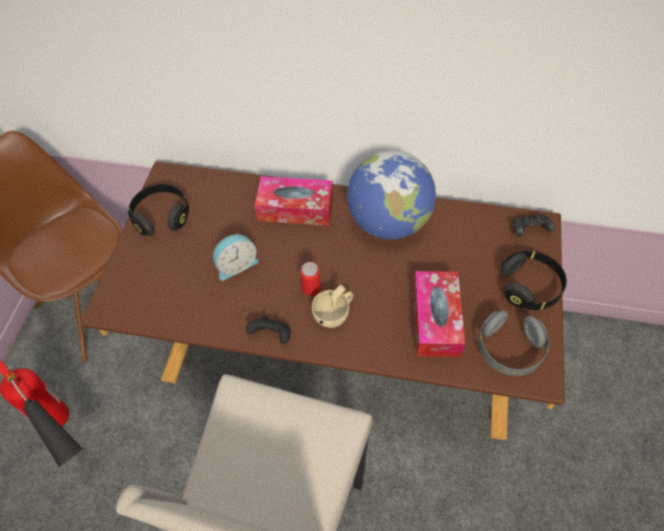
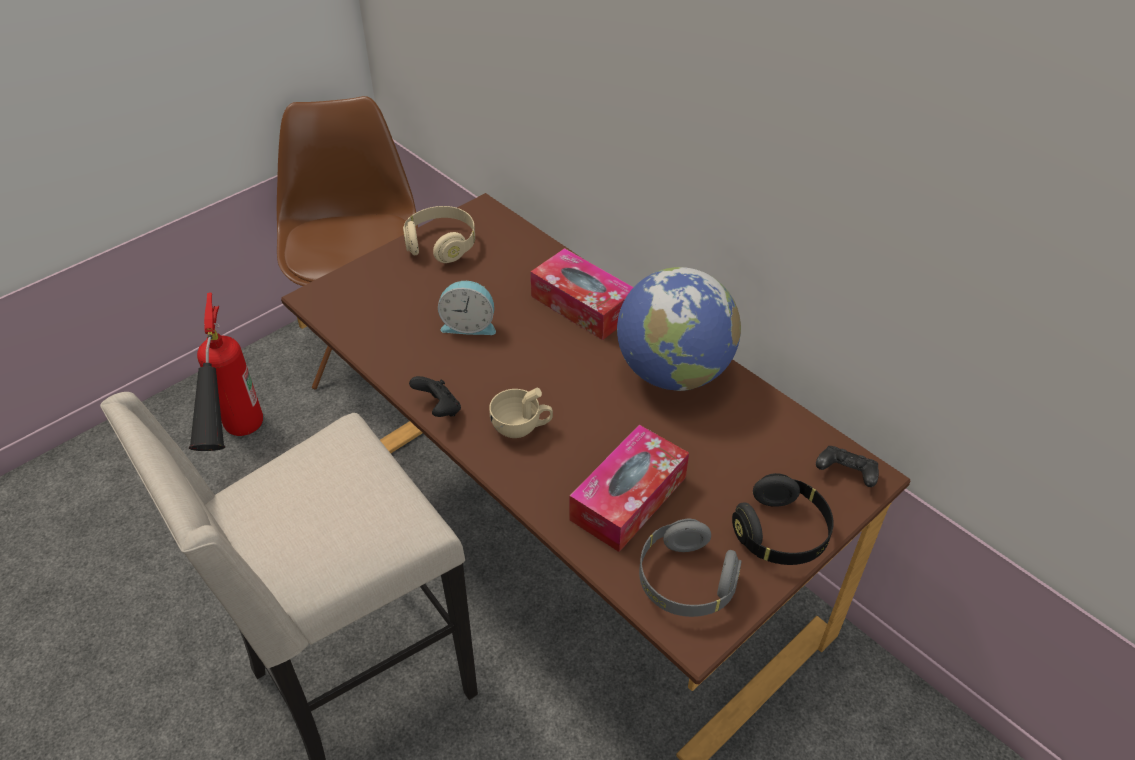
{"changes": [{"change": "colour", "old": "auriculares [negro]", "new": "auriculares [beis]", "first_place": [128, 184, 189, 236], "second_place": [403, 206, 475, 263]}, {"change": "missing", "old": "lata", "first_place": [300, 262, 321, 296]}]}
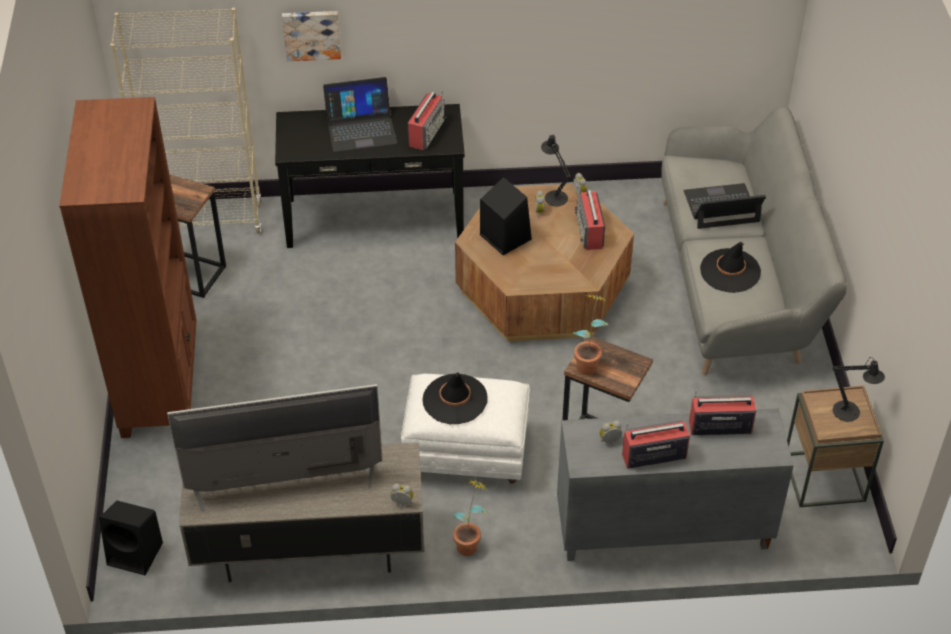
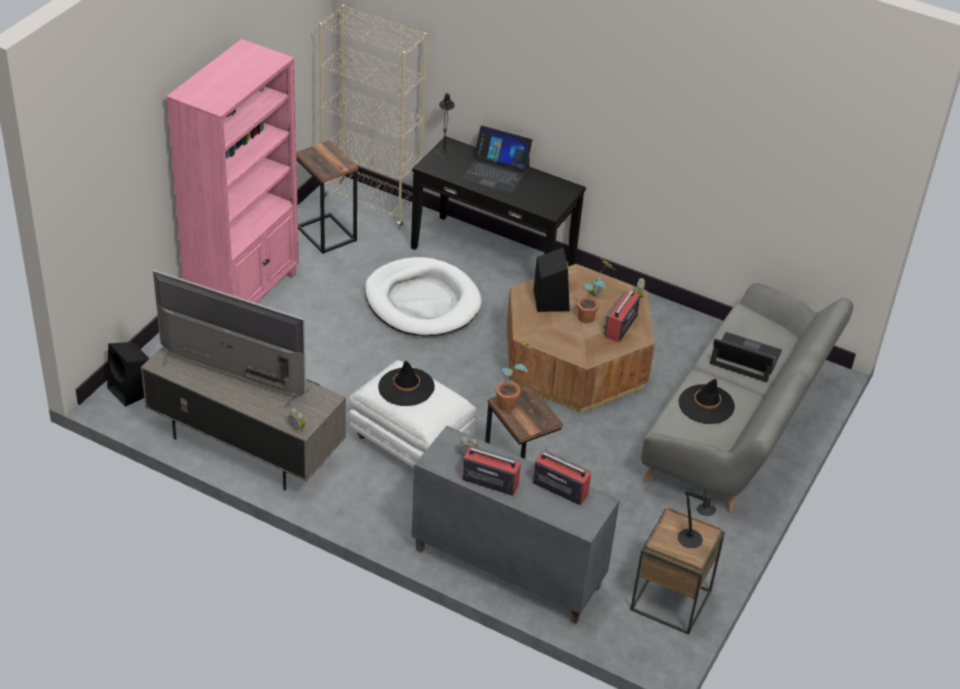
{"changes": [{"change": "colour", "old": "estantería [marrón]", "new": "estantería [rosa]", "first_place": [59, 97, 197, 438], "second_place": [166, 39, 299, 303]}, {"change": "missing", "old": "cuadro", "first_place": [282, 11, 341, 61]}, {"change": "missing", "old": "radio", "first_place": [407, 91, 446, 150]}, {"change": "relocated", "old": "planta en maceta", "first_place": [453, 480, 488, 556], "second_place": [577, 259, 614, 323]}, {"change": "relocated", "old": "lámpara de mesa [negro]", "first_place": [541, 135, 571, 206], "second_place": [434, 92, 455, 158]}, {"change": "appeared", "new": "cama para perro [blanco]", "second_place": [365, 257, 482, 337]}]}
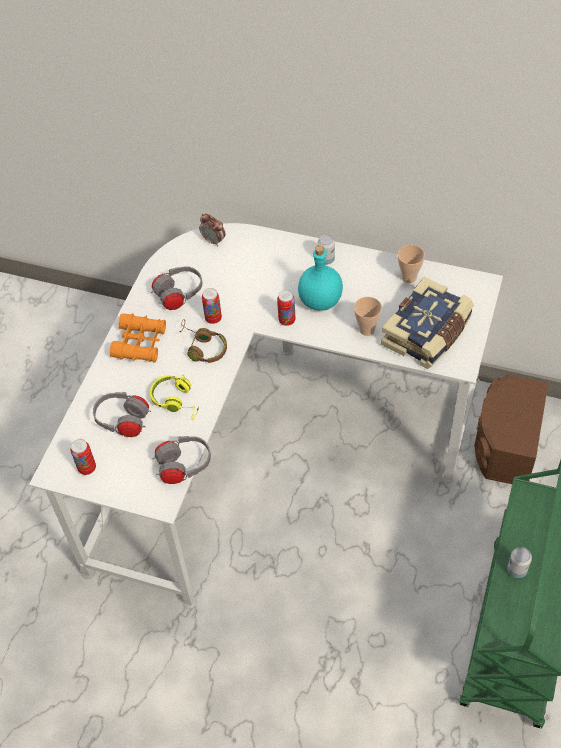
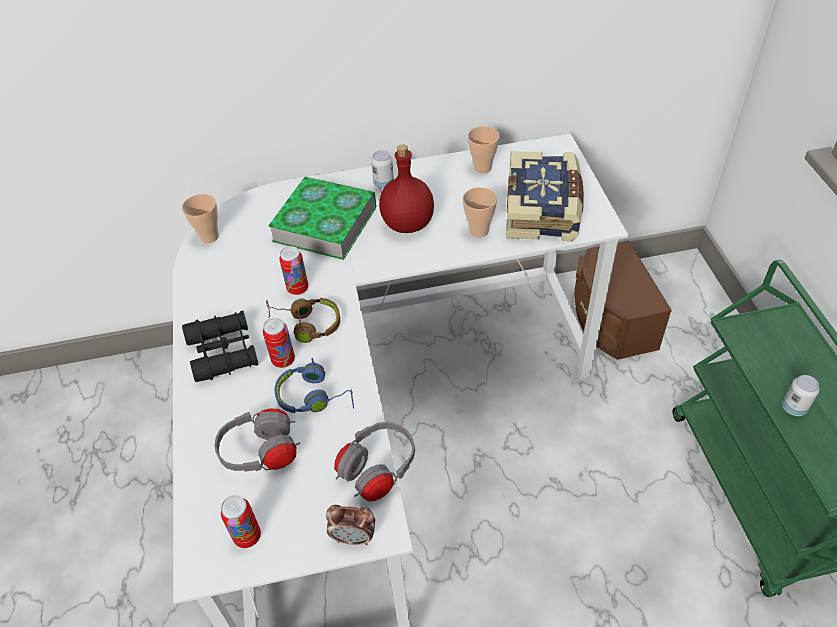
{"changes": [{"change": "colour", "old": "prismáticos [naranja]", "new": "prismáticos [negro]", "first_place": [110, 314, 166, 363], "second_place": [182, 311, 258, 382]}, {"change": "colour", "old": "auriculares [amarillo]", "new": "auriculares [azul]", "first_place": [150, 375, 199, 420], "second_place": [275, 358, 354, 413]}, {"change": "missing", "old": "auriculares [gris]", "first_place": [151, 266, 202, 310]}, {"change": "relocated", "old": "despertador", "first_place": [199, 214, 226, 247], "second_place": [326, 505, 375, 545]}, {"change": "relocated", "old": "lata", "first_place": [277, 290, 295, 326], "second_place": [263, 317, 295, 368]}, {"change": "colour", "old": "botella [turquesa]", "new": "botella [rojo]", "first_place": [298, 246, 343, 311], "second_place": [379, 145, 434, 233]}, {"change": "appeared", "new": "taza", "second_place": [182, 194, 219, 243]}, {"change": "appeared", "new": "libro", "second_place": [268, 177, 376, 260]}]}
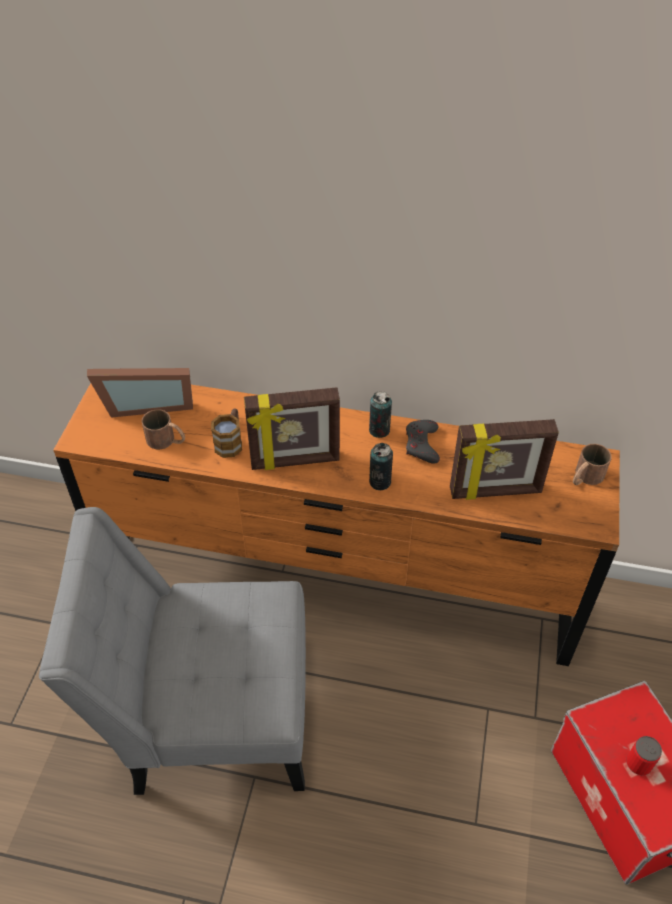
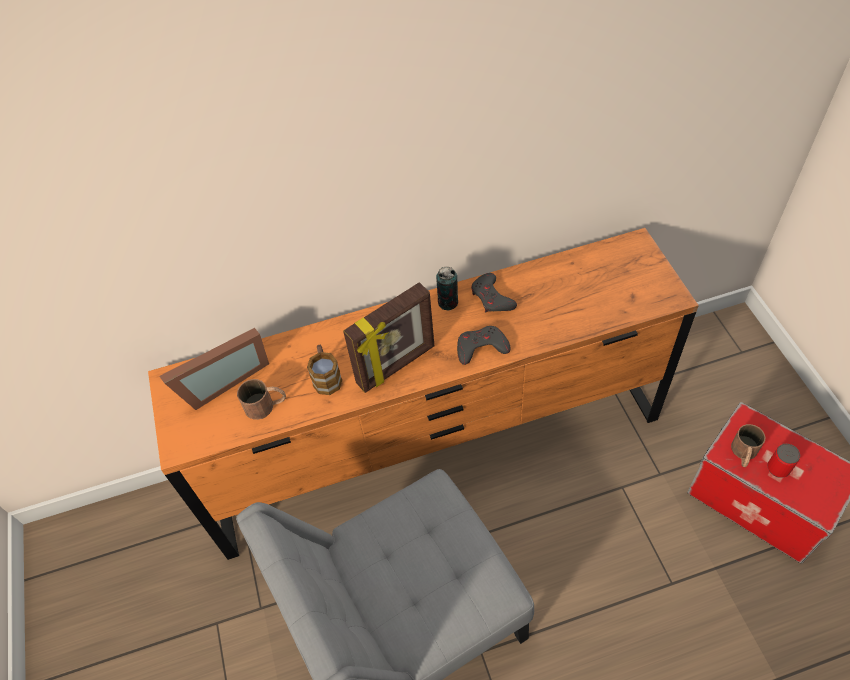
{"changes": [{"change": "exchanged", "old": "lata", "new": "mando de consola [gris]", "first_place": [369, 443, 393, 490], "second_place": [457, 326, 511, 365]}, {"change": "missing", "old": "portarretratos", "first_place": [450, 419, 559, 500]}, {"change": "relocated", "old": "taza grande [marrón]", "first_place": [573, 444, 612, 485], "second_place": [731, 424, 766, 467]}]}
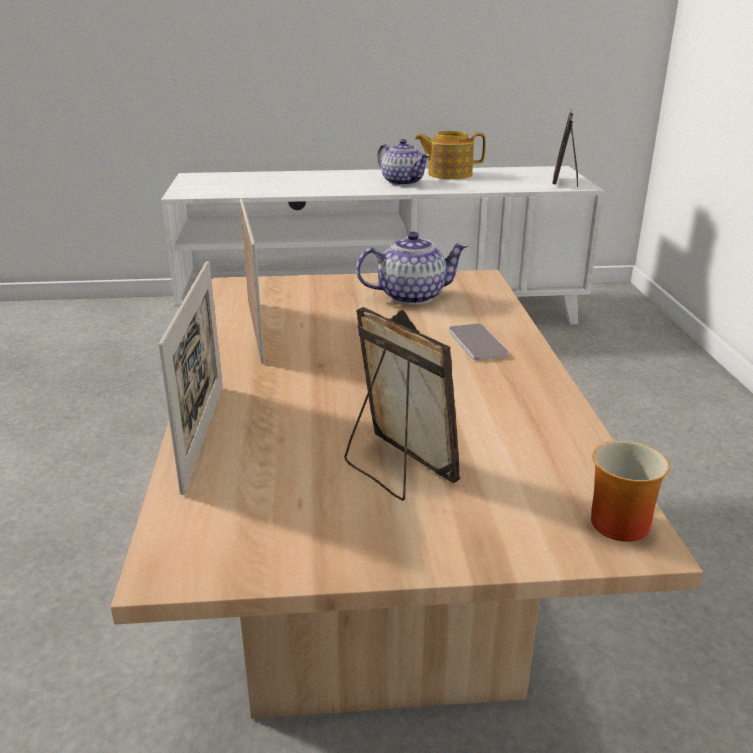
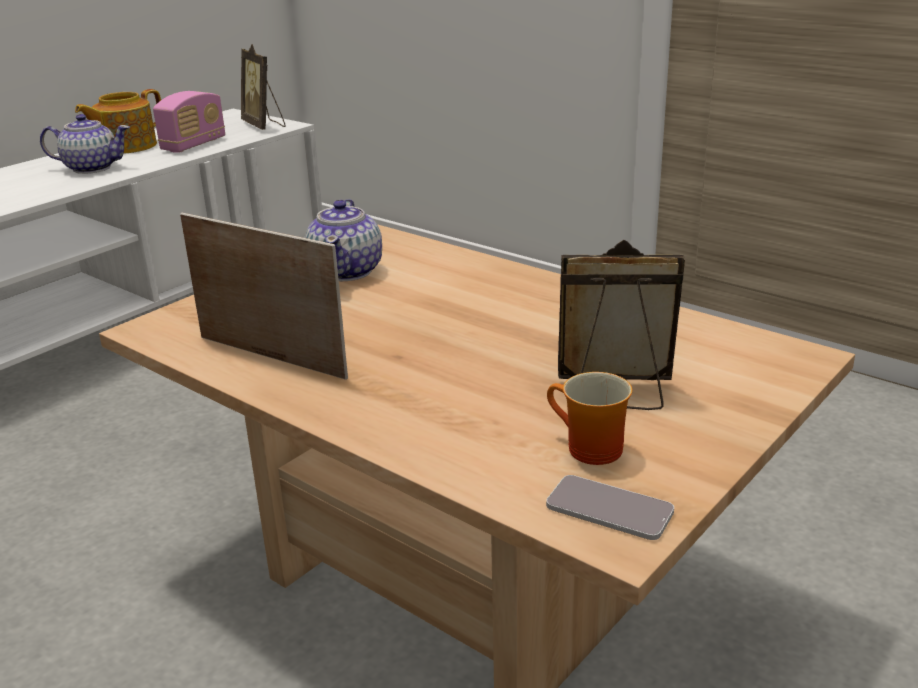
{"changes": [{"change": "missing", "old": "portarretratos", "first_place": [158, 261, 223, 495]}, {"change": "spun", "old": "tetera", "first_place": [356, 232, 468, 305], "second_place": [305, 199, 382, 281], "degrees": 150}, {"change": "relocated", "old": "móvil", "first_place": [449, 323, 509, 360], "second_place": [546, 475, 674, 540]}, {"change": "relocated", "old": "taza grande", "first_place": [591, 441, 670, 542], "second_place": [547, 372, 632, 465]}, {"change": "appeared", "new": "radio", "second_place": [153, 91, 225, 153]}]}
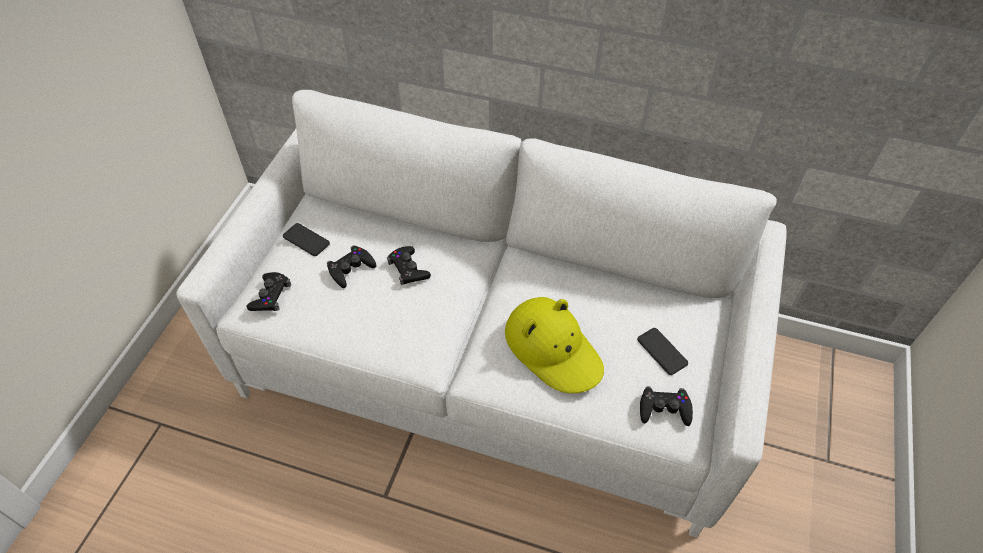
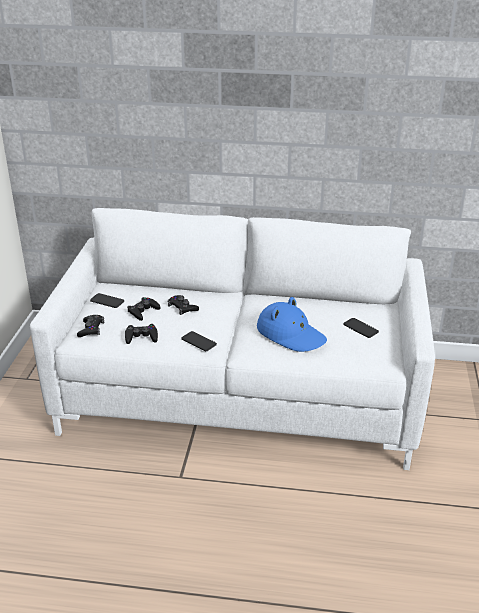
{"changes": [{"change": "colour", "old": "sombrero [amarillo]", "new": "sombrero [azul]", "first_place": [505, 297, 604, 393], "second_place": [257, 297, 327, 352]}, {"change": "relocated", "old": "mando de consola [negro]", "first_place": [640, 386, 693, 426], "second_place": [125, 324, 158, 344]}, {"change": "appeared", "new": "móvil", "second_place": [181, 331, 217, 351]}]}
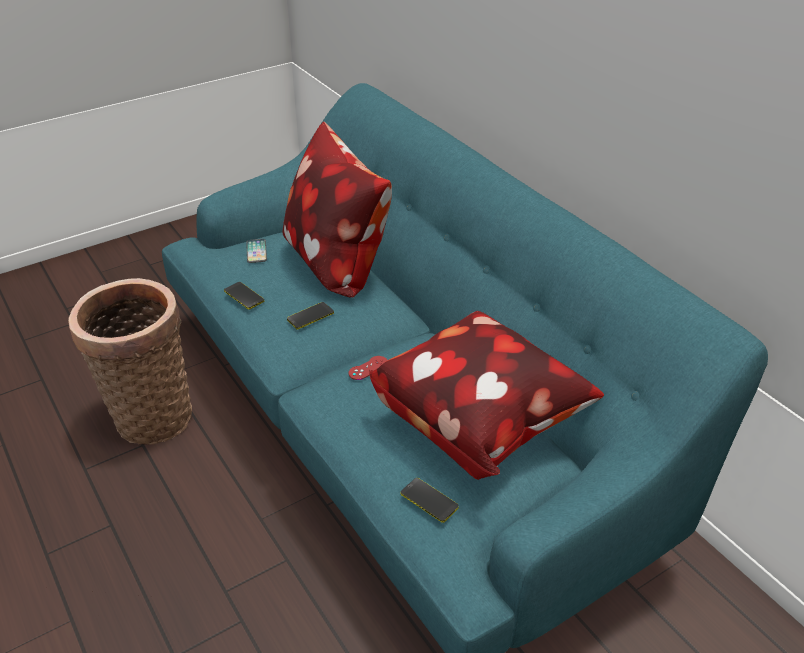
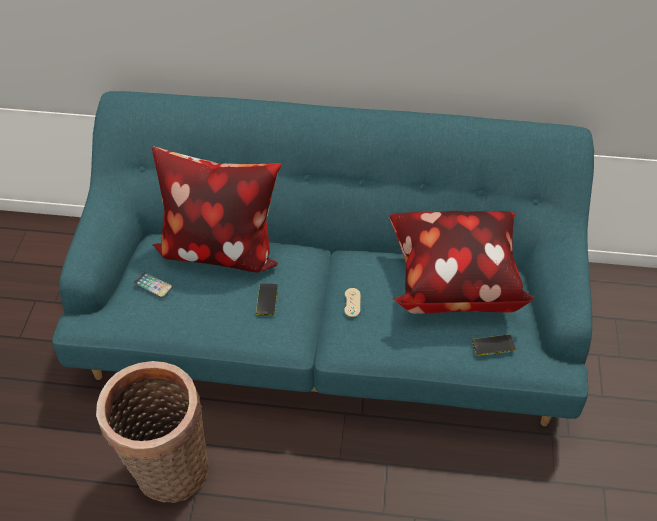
{"changes": [{"change": "missing", "old": "móvil", "first_place": [224, 282, 264, 310]}, {"change": "colour", "old": "mando de consola [rojo]", "new": "mando de consola [beis]", "first_place": [349, 356, 387, 380], "second_place": [344, 288, 360, 317]}]}
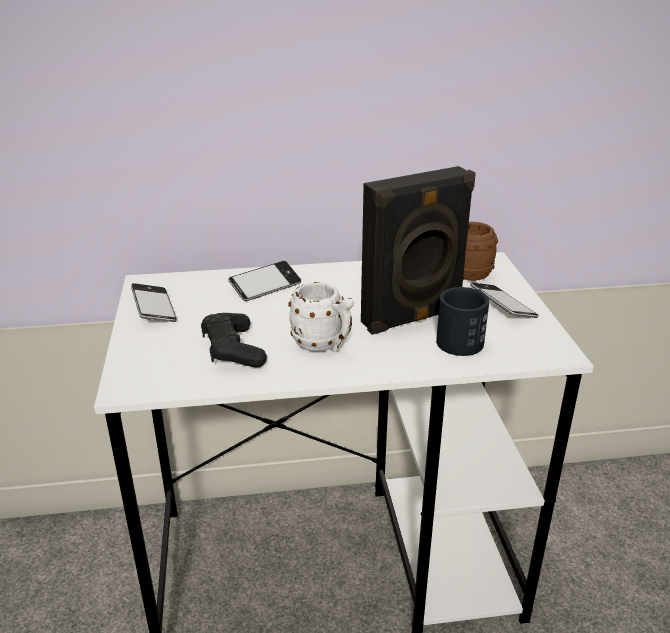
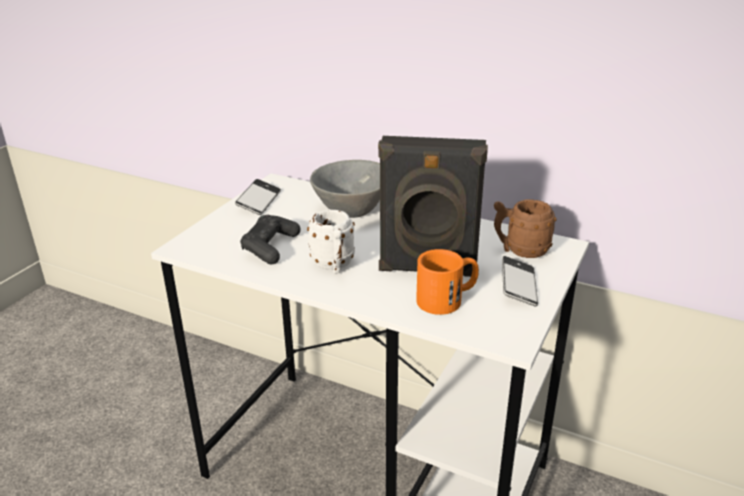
{"changes": [{"change": "exchanged", "old": "móvil", "new": "cuenco [gris]", "first_place": [229, 261, 301, 301], "second_place": [310, 160, 380, 218]}, {"change": "colour", "old": "taza grande [negro]", "new": "taza grande [naranja]", "first_place": [436, 287, 489, 356], "second_place": [416, 249, 479, 315]}]}
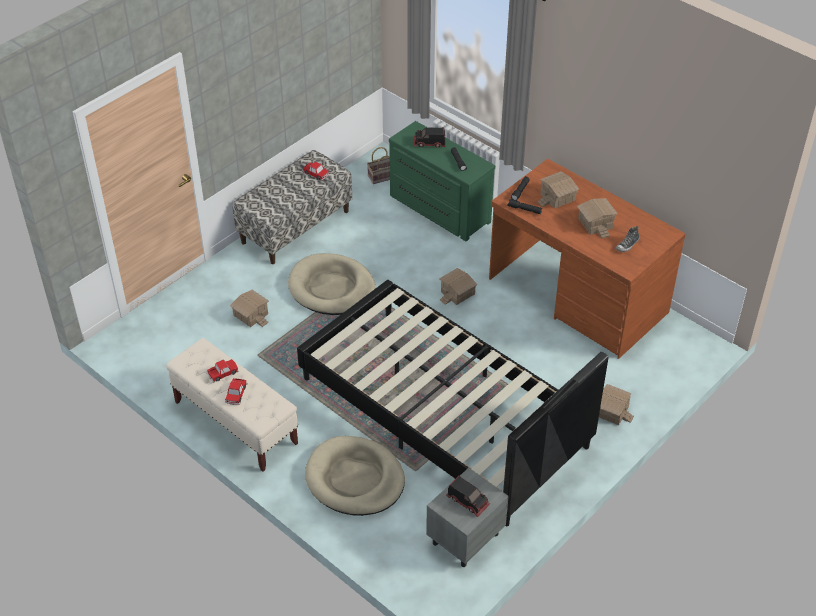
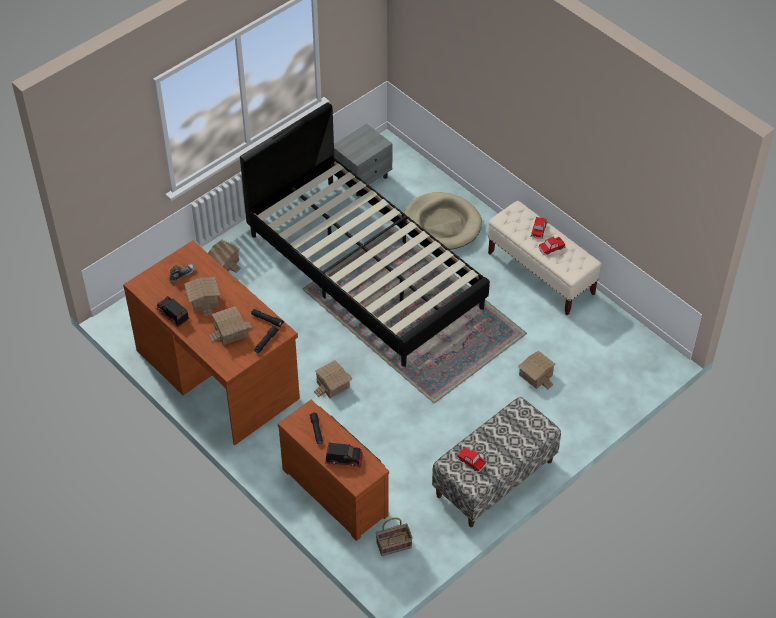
{"changes": [{"change": "missing", "old": "cama para perro [beis]", "first_place": [288, 253, 375, 315]}, {"change": "colour", "old": "cómoda [verde]", "new": "cómoda [marrón]", "first_place": [389, 121, 495, 241], "second_place": [278, 400, 389, 541]}, {"change": "relocated", "old": "camión de juguete", "first_place": [446, 476, 490, 517], "second_place": [155, 296, 190, 328]}]}
